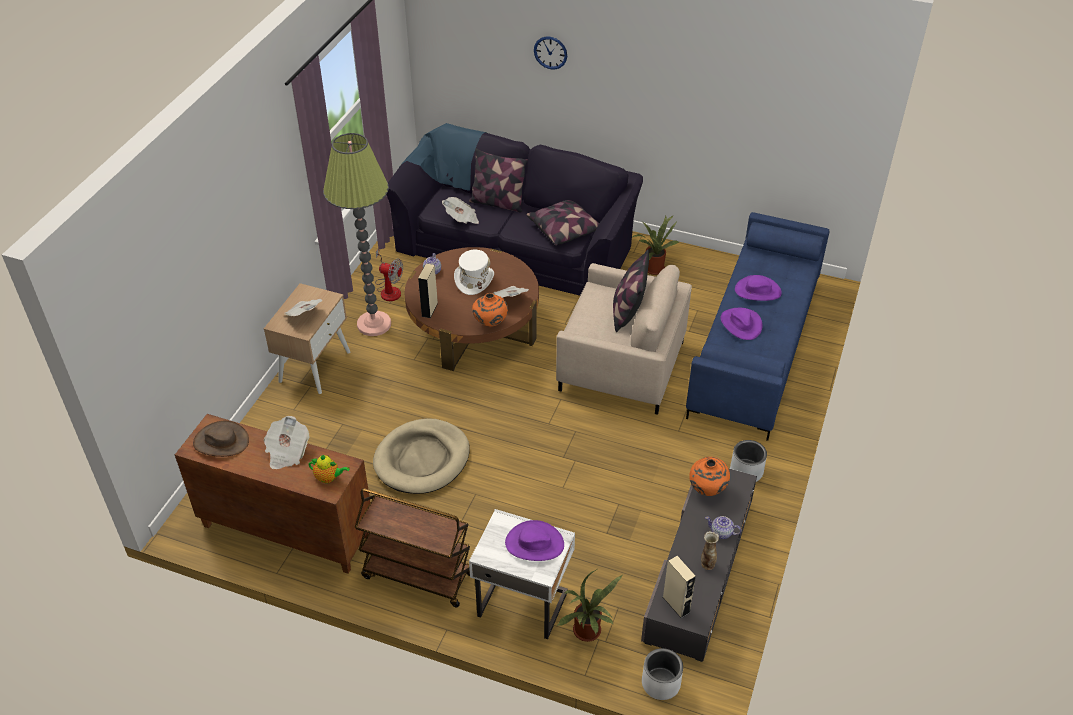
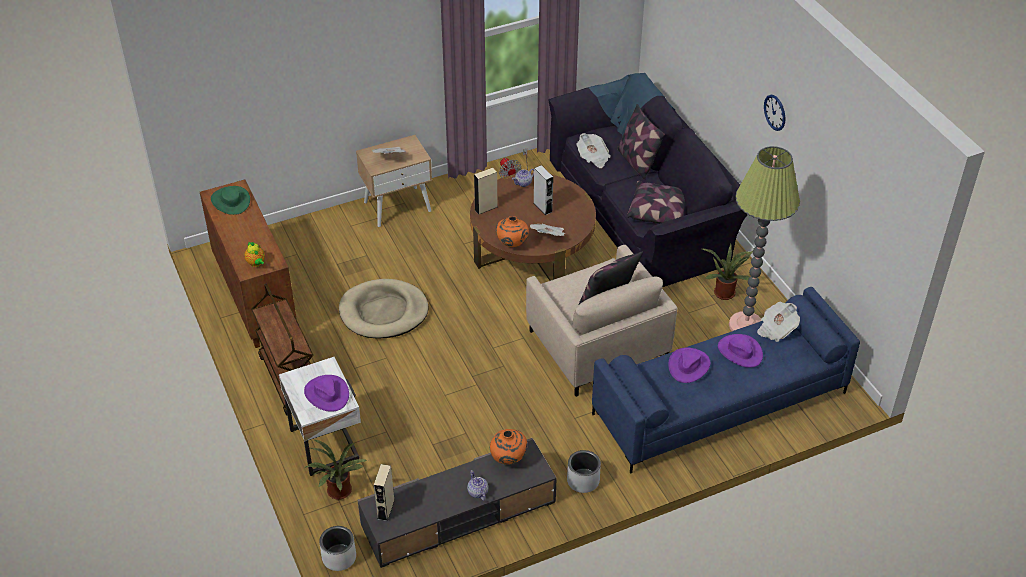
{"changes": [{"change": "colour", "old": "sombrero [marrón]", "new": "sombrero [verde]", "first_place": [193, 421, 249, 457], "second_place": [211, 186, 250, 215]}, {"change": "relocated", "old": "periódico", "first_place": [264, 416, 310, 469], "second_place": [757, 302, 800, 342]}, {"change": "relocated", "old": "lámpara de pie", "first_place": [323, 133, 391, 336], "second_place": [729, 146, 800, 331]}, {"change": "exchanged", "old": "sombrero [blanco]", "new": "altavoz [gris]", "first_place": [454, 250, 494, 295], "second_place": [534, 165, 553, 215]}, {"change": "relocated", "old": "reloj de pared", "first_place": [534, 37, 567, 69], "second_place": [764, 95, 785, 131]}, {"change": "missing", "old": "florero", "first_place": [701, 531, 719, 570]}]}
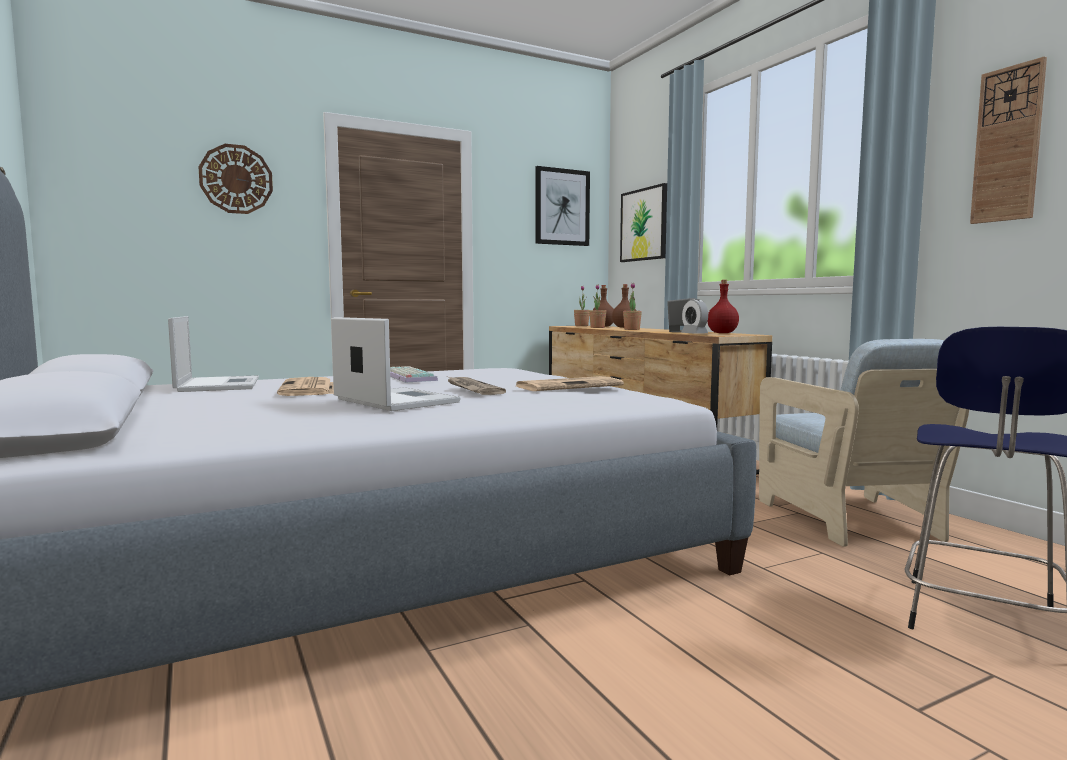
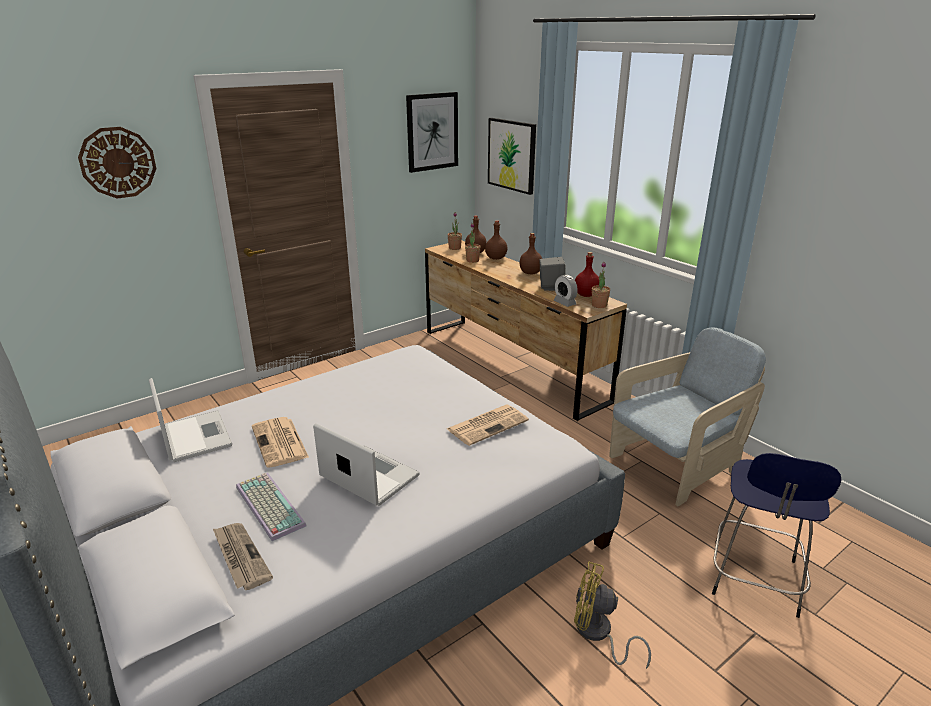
{"changes": [{"change": "relocated", "old": "teclado", "first_place": [390, 366, 438, 383], "second_place": [236, 472, 306, 541]}, {"change": "relocated", "old": "periódico", "first_place": [447, 376, 506, 395], "second_place": [213, 523, 273, 590]}, {"change": "relocated", "old": "planta en maceta", "first_place": [623, 283, 642, 330], "second_place": [592, 262, 610, 308]}, {"change": "spun", "old": "sillón [beis]", "first_place": [759, 339, 969, 547], "second_place": [609, 328, 766, 507], "degrees": -105}, {"change": "missing", "old": "reloj de pared", "first_place": [970, 56, 1047, 224]}, {"change": "appeared", "new": "botella [marrón]", "second_place": [519, 233, 542, 274]}, {"change": "appeared", "new": "ventilador [amarillo]", "second_place": [574, 561, 651, 669]}]}
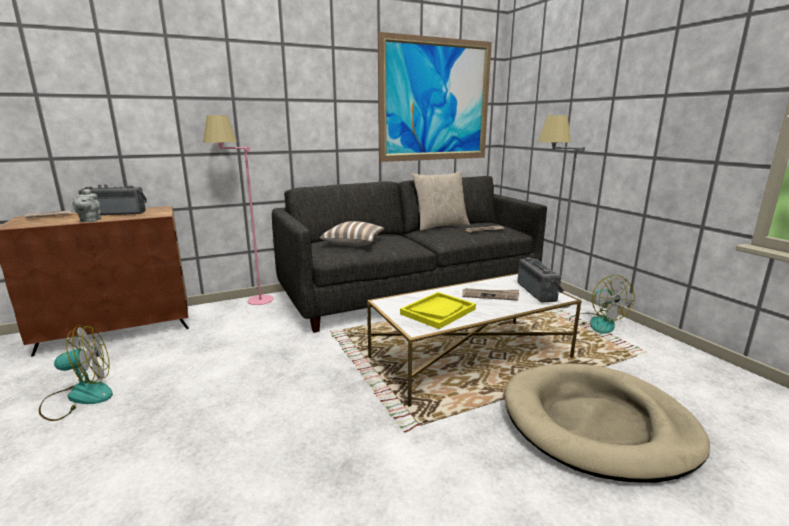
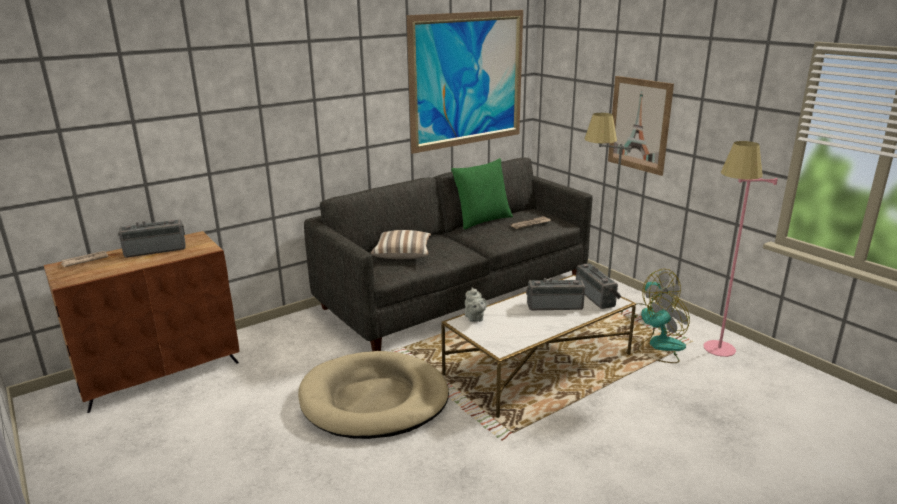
{"changes": [{"change": "relocated", "old": "ventilador", "first_place": [39, 325, 113, 421], "second_place": [638, 292, 690, 363]}, {"change": "relocated", "old": "tetera [gris]", "first_place": [72, 189, 101, 222], "second_place": [465, 287, 487, 322]}, {"change": "relocated", "old": "lámpara de pie [rosa]", "first_place": [203, 115, 273, 305], "second_place": [703, 141, 778, 357]}, {"change": "missing", "old": "bandeja [amarillo]", "first_place": [400, 292, 476, 329]}, {"change": "colour", "old": "cojín [beis]", "new": "cojín [verde]", "first_place": [412, 171, 470, 231], "second_place": [451, 158, 513, 230]}, {"change": "exchanged", "old": "periódico", "new": "radio", "first_place": [462, 288, 519, 301], "second_place": [526, 278, 585, 310]}, {"change": "relocated", "old": "cama para perro [beis]", "first_place": [504, 364, 710, 483], "second_place": [298, 351, 449, 439]}, {"change": "appeared", "new": "cuadro", "second_place": [608, 76, 674, 176]}]}
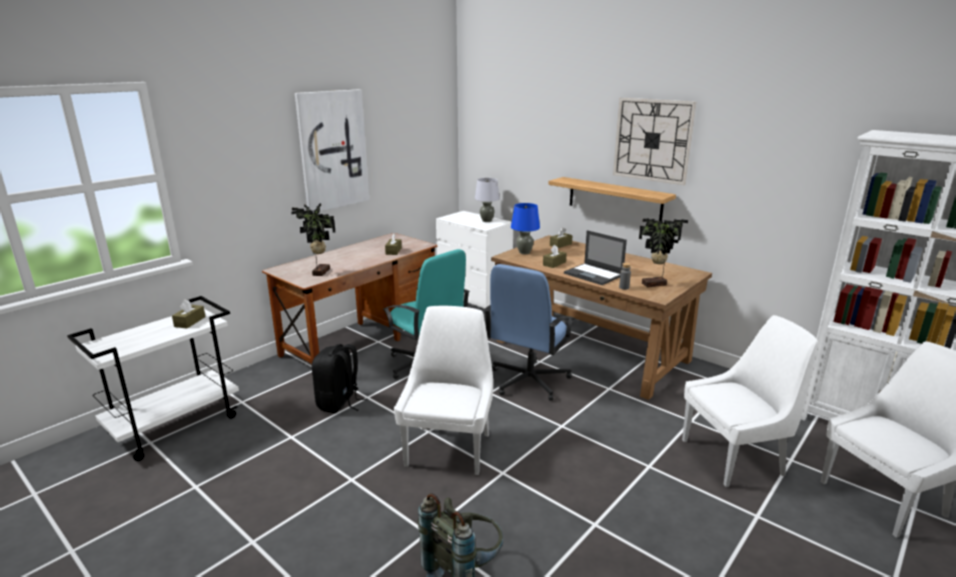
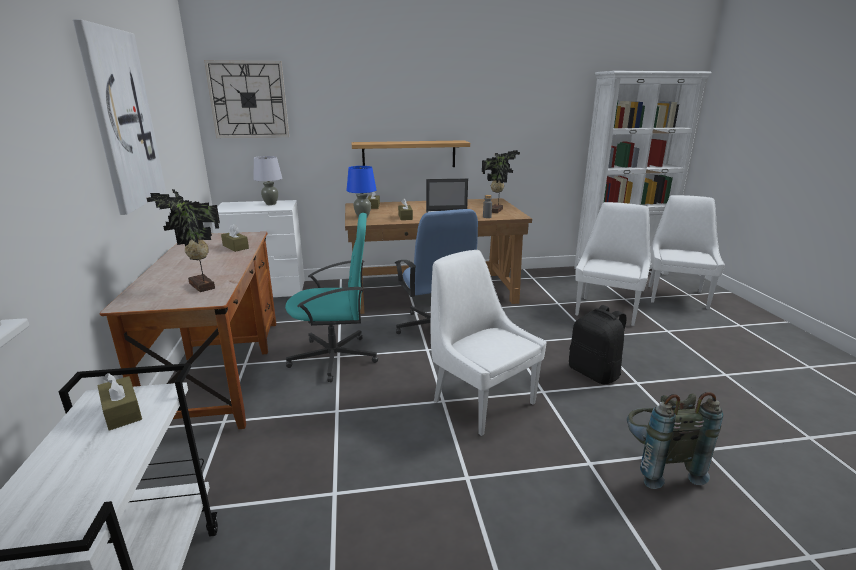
{"changes": [{"change": "relocated", "old": "mochila [negro]", "first_place": [312, 344, 367, 413], "second_place": [569, 305, 627, 384]}, {"change": "relocated", "old": "reloj de pared", "first_place": [613, 98, 696, 185], "second_place": [204, 60, 289, 138]}]}
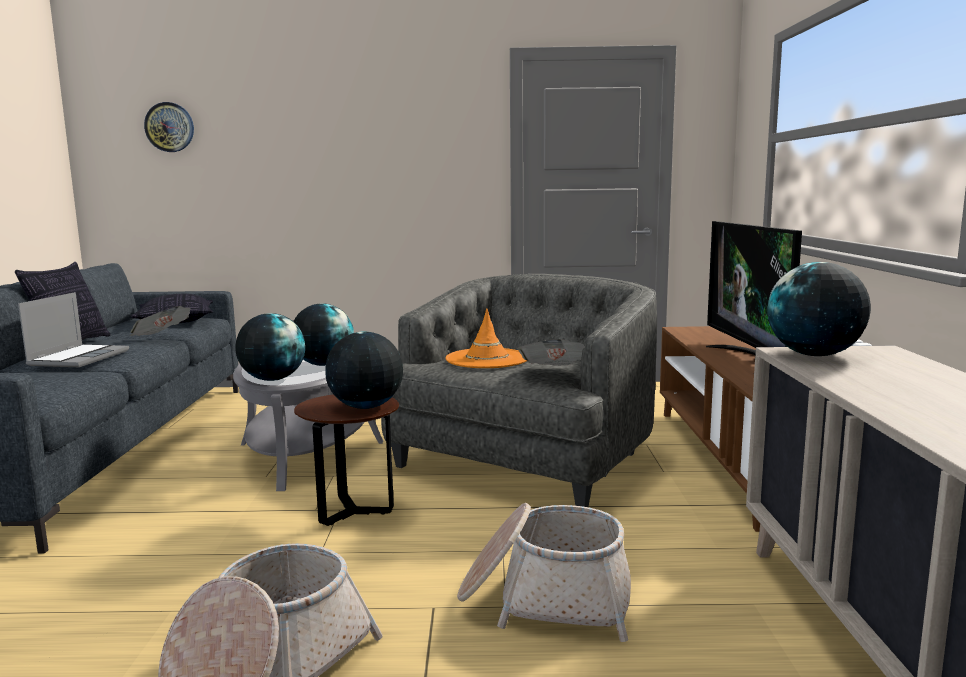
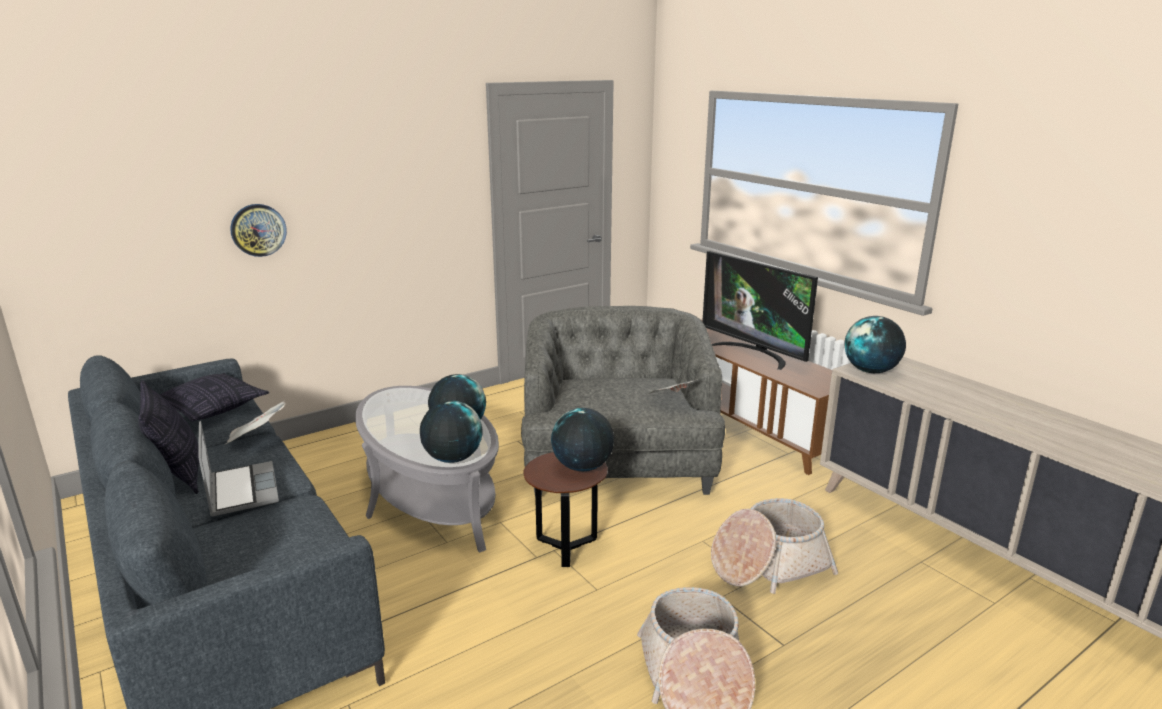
{"changes": [{"change": "relocated", "old": "reloj de pared", "first_place": [144, 102, 194, 152], "second_place": [230, 204, 287, 257]}, {"change": "missing", "old": "sombrero [naranja]", "first_place": [445, 308, 528, 368]}]}
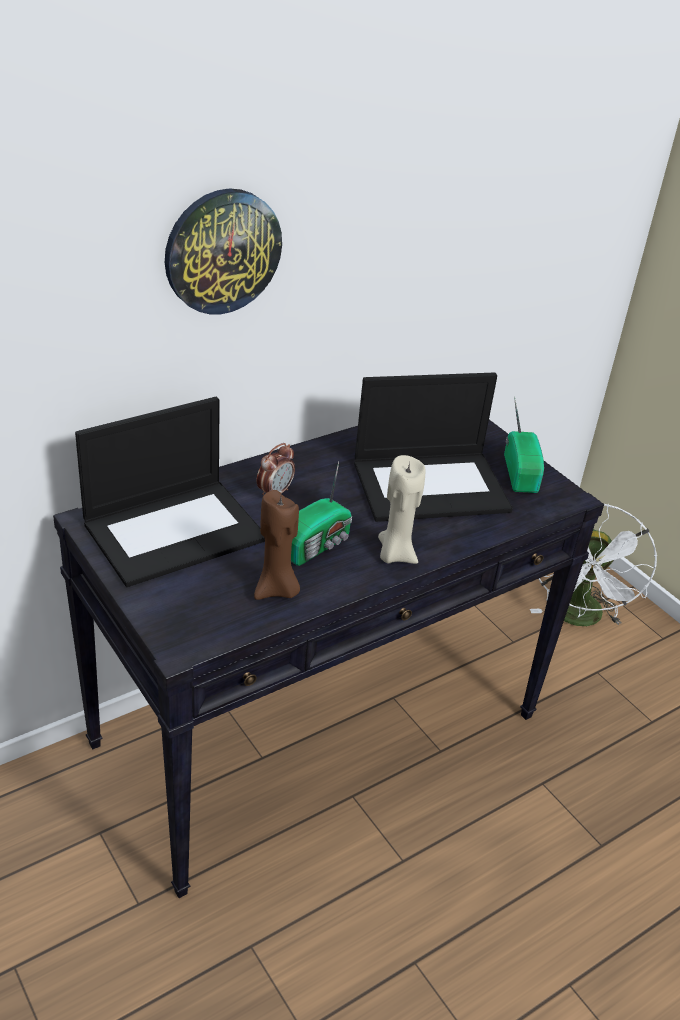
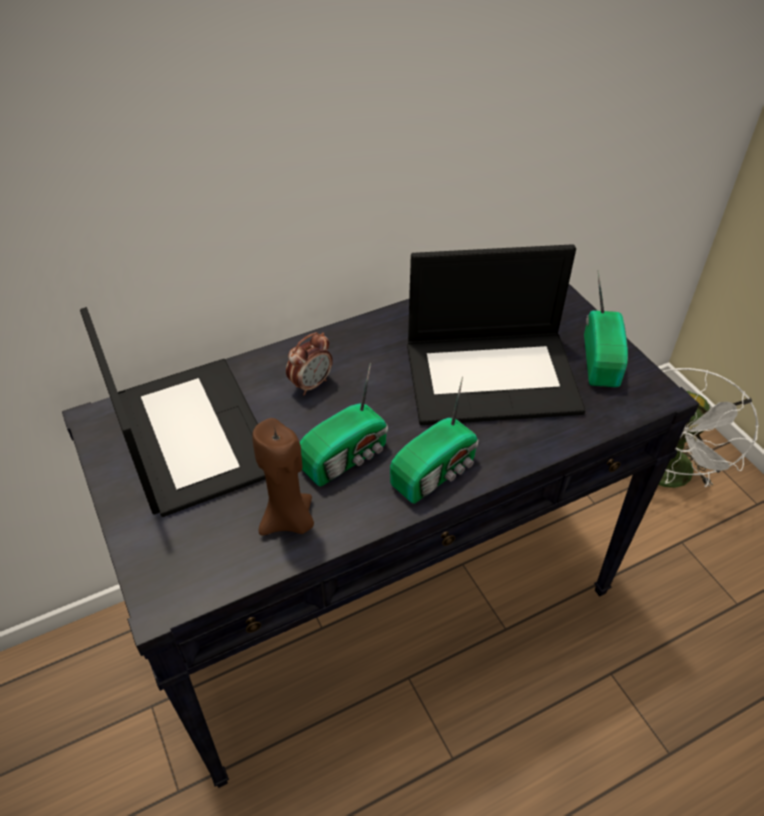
{"changes": [{"change": "spun", "old": "portátil", "first_place": [75, 397, 265, 587], "second_place": [80, 307, 266, 517], "degrees": -90}, {"change": "missing", "old": "reloj de pared", "first_place": [165, 188, 282, 314]}, {"change": "exchanged", "old": "vela [beis]", "new": "radio", "first_place": [378, 455, 425, 564], "second_place": [390, 377, 479, 504]}]}
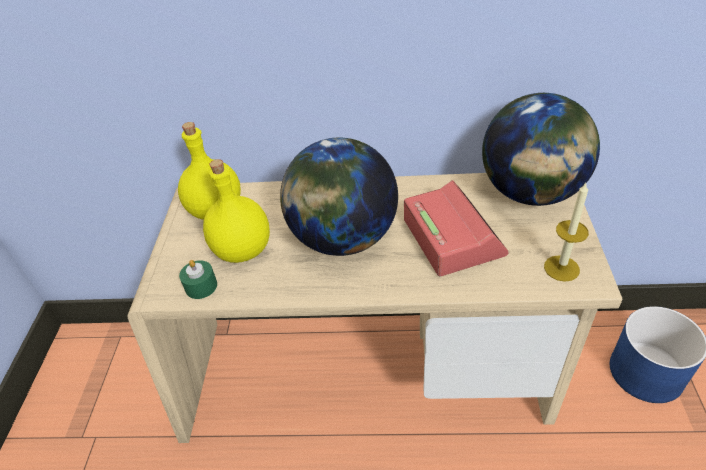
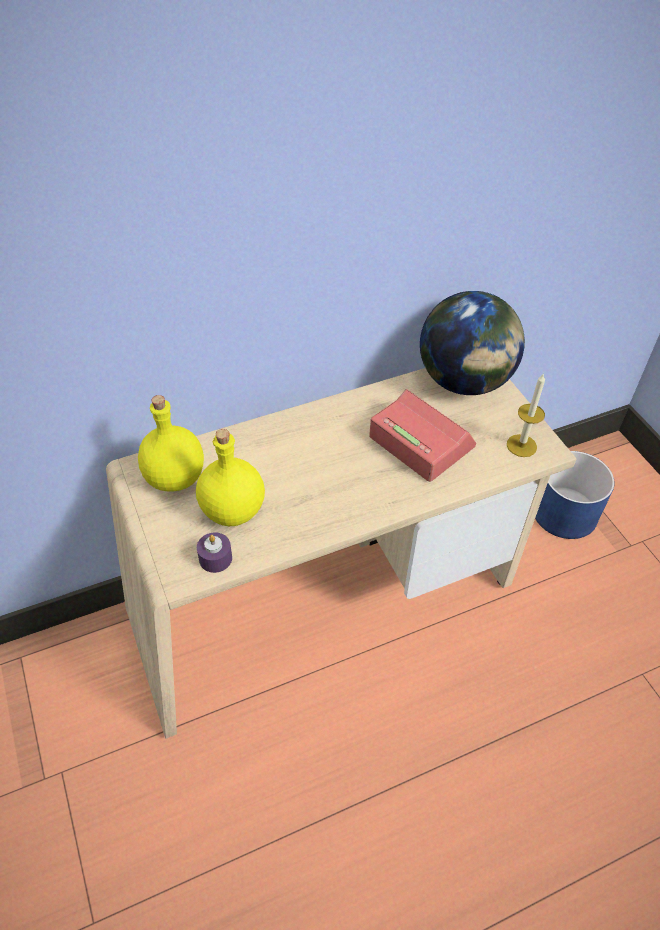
{"changes": [{"change": "colour", "old": "vela [verde]", "new": "vela [morado]", "first_place": [179, 260, 217, 299], "second_place": [197, 532, 232, 573]}, {"change": "missing", "old": "globo terráqueo", "first_place": [280, 137, 398, 256]}]}
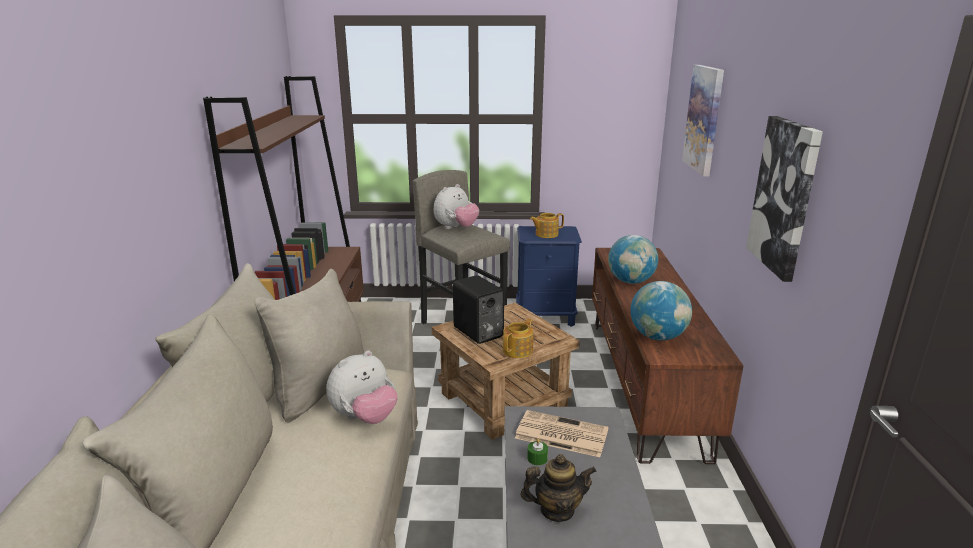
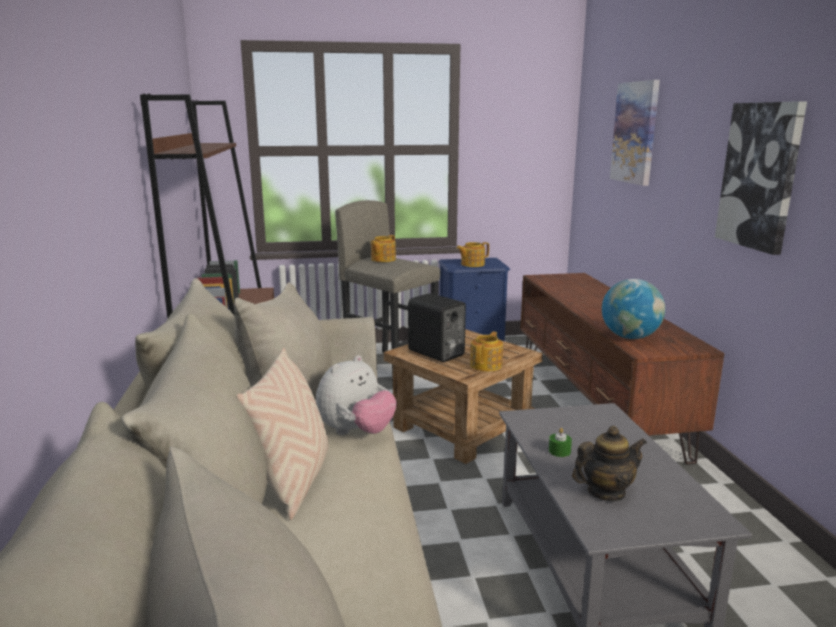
{"changes": [{"change": "exchanged", "old": "peluche", "new": "tetera", "first_place": [434, 184, 479, 229], "second_place": [371, 235, 396, 262]}, {"change": "missing", "old": "periódico", "first_place": [515, 410, 608, 457]}, {"change": "missing", "old": "globo terráqueo", "first_place": [608, 235, 658, 284]}, {"change": "appeared", "new": "cojín [beis]", "second_place": [236, 348, 328, 520]}]}
